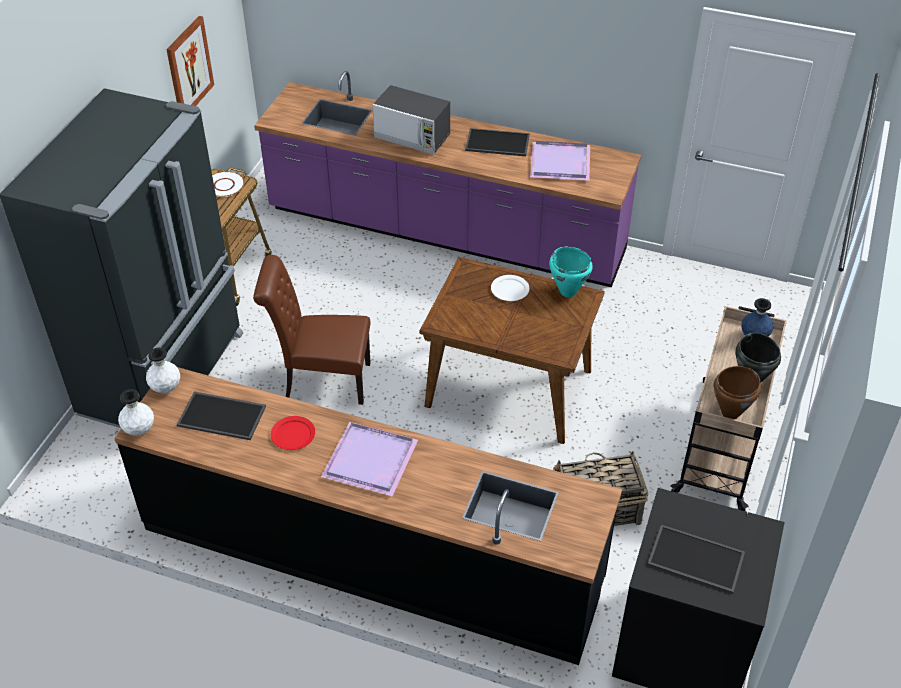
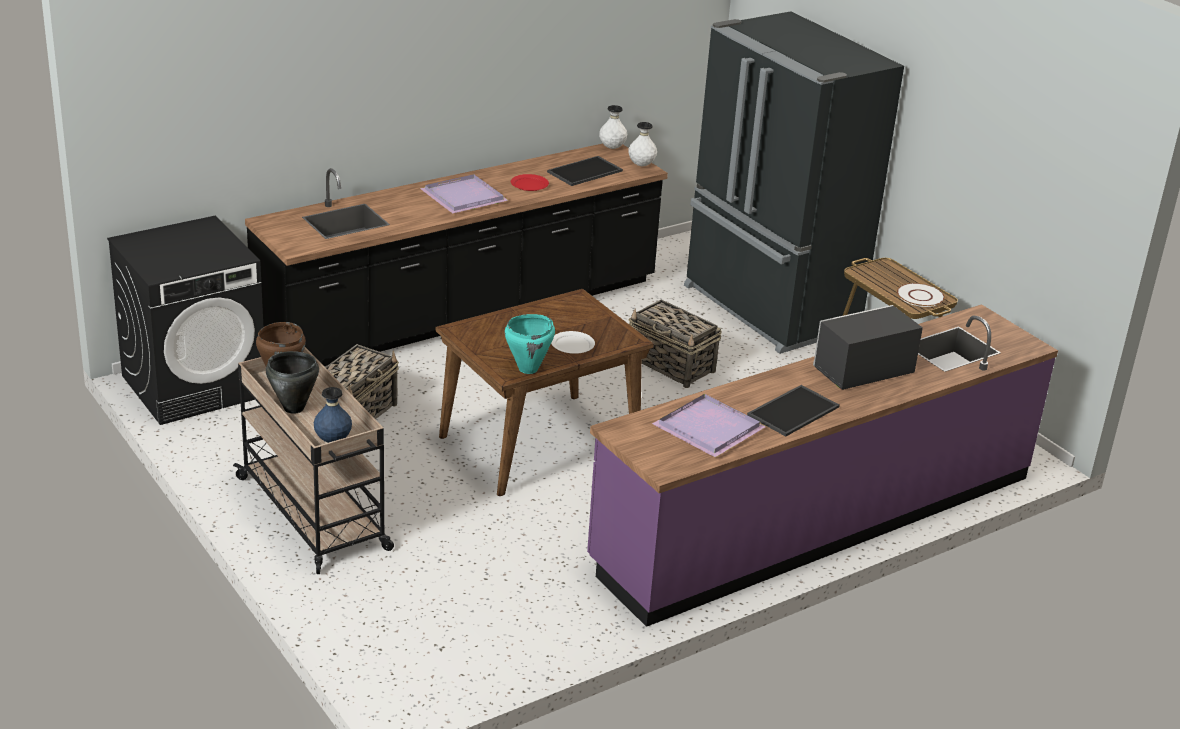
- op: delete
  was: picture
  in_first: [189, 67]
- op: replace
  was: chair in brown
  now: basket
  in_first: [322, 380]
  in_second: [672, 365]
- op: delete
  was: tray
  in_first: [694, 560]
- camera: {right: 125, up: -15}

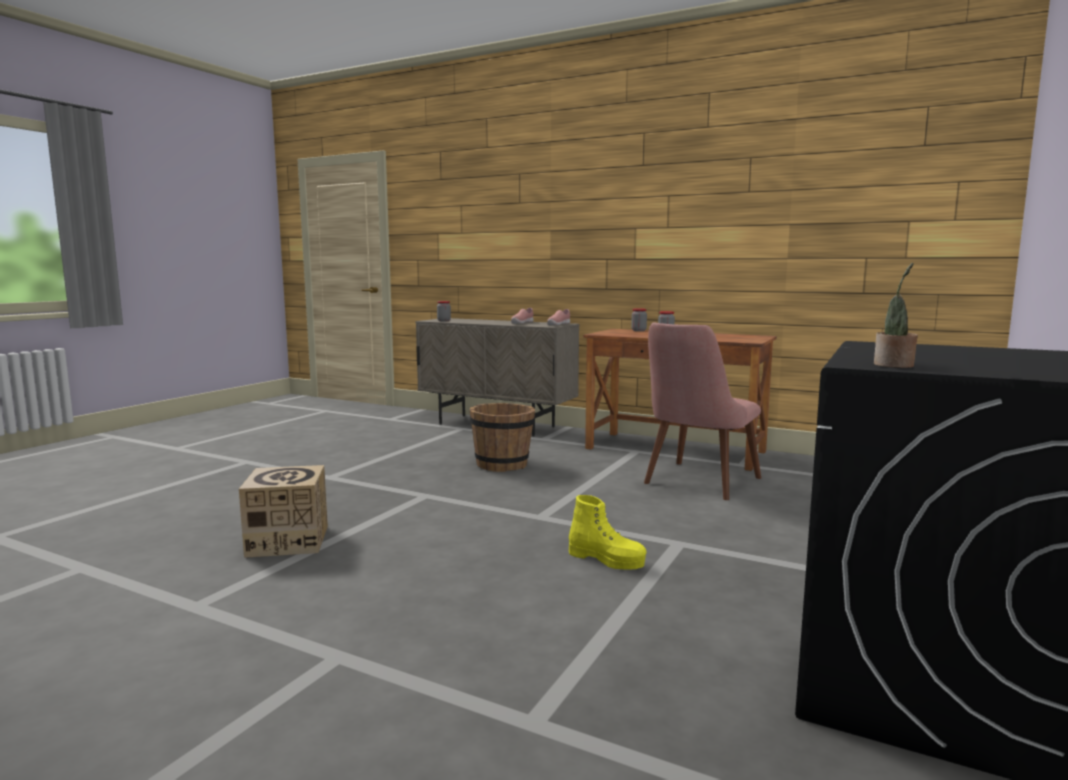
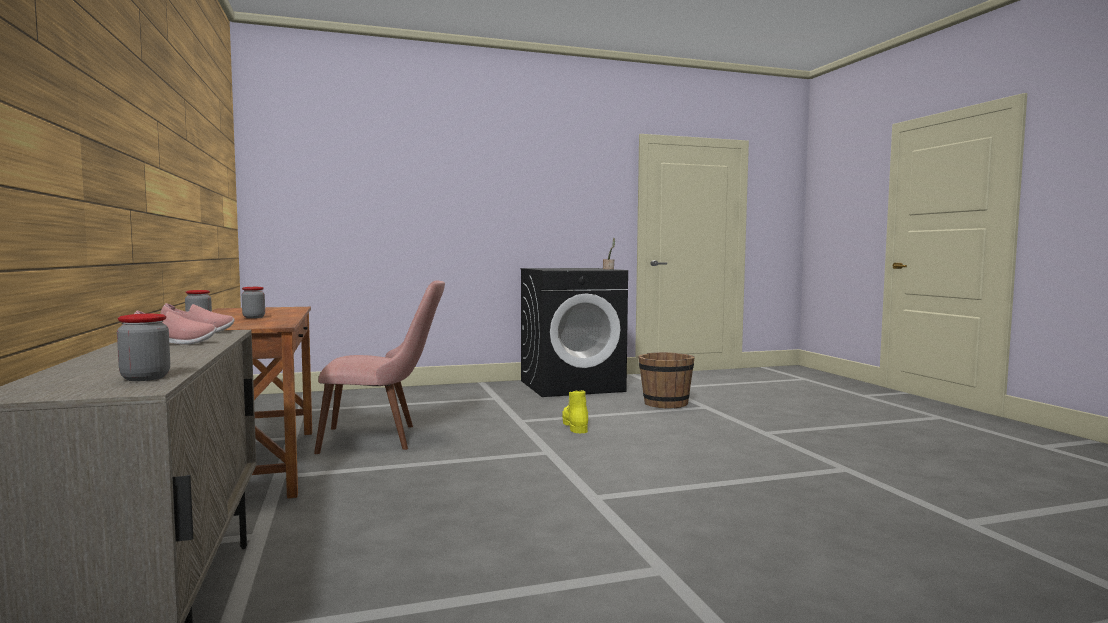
- op: delete
  was: cardboard box
  in_first: [288, 541]
- op: move
  was: bucket in brown
  in_first: [502, 464]
  in_second: [665, 404]
- camera: {right: -135, up: -5}

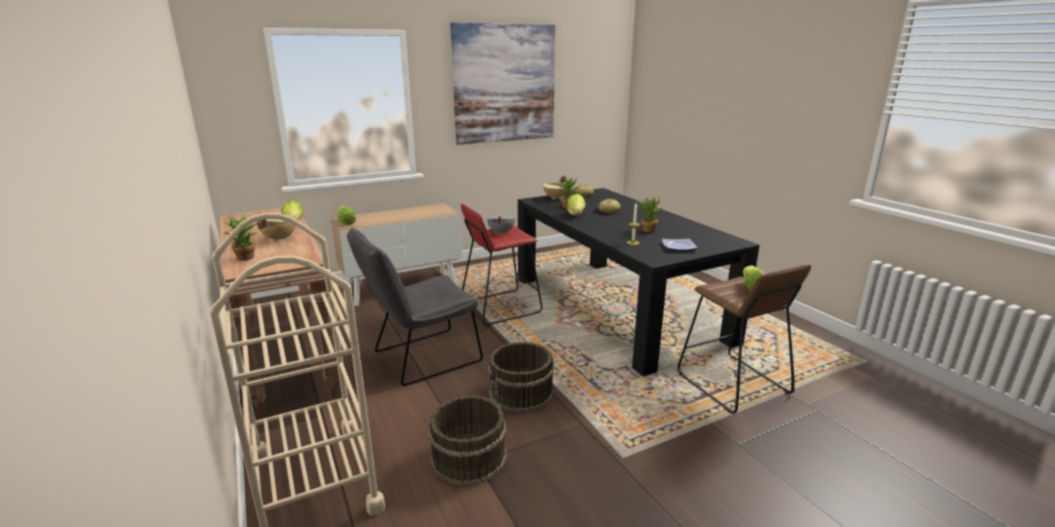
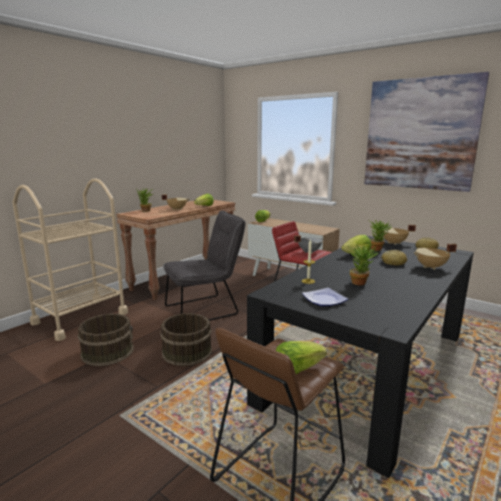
- op: rotate
  was: chair in grey
  in_first: [420, 358]
  in_second: [206, 309]
  clockwise: 120
- op: insert
  now: cooking pot in beige
  in_second: [431, 267]
- camera: {right: 65, up: -5}

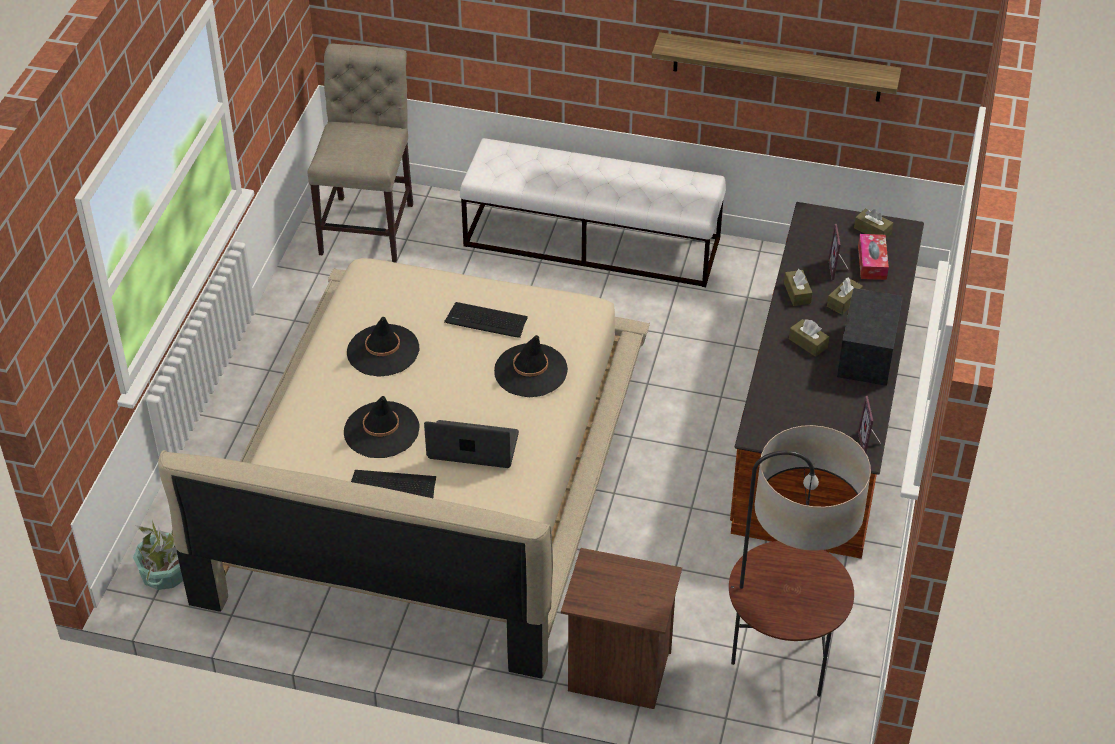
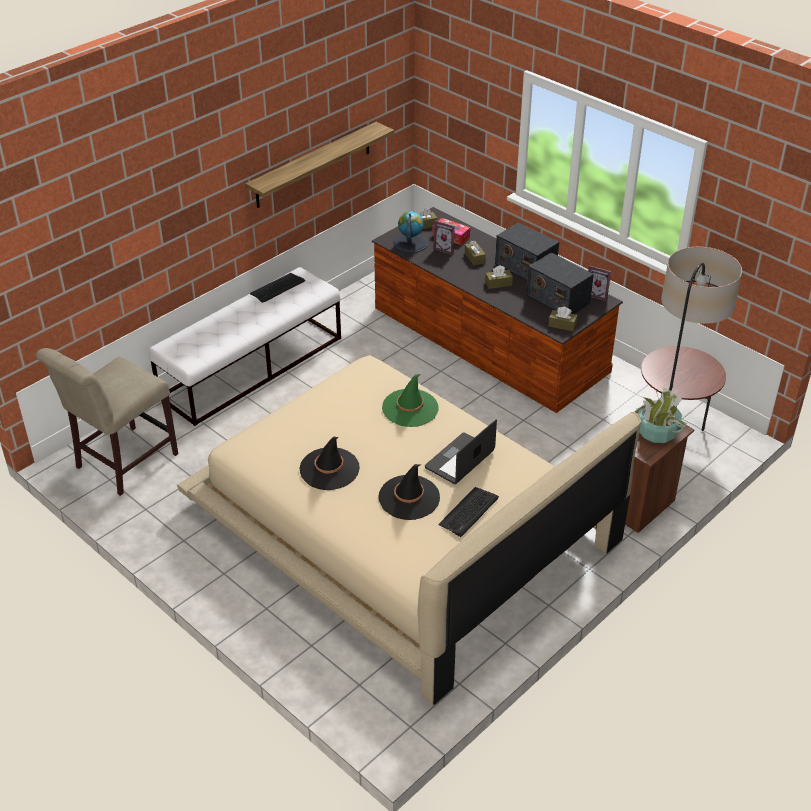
- op: move
  was: potted plant
  in_first: [165, 573]
  in_second: [657, 432]
- op: rotate
  was: chair in beige
  in_first: [369, 224]
  in_second: [122, 463]
  clockwise: -90
- op: move
  was: keyboard
  in_first: [486, 321]
  in_second: [277, 288]
- op: recolor
  was: hat in black
  now: hat in green
  in_first: [530, 371]
  in_second: [410, 408]
- op: move
  was: tissue box in brown
  in_first: [797, 293]
  in_second: [562, 325]
- op: insert
  now: globe
  in_second: [410, 243]
- op: insert
  now: radio
  in_second: [557, 299]
- camera: {right: -60, up: -5}

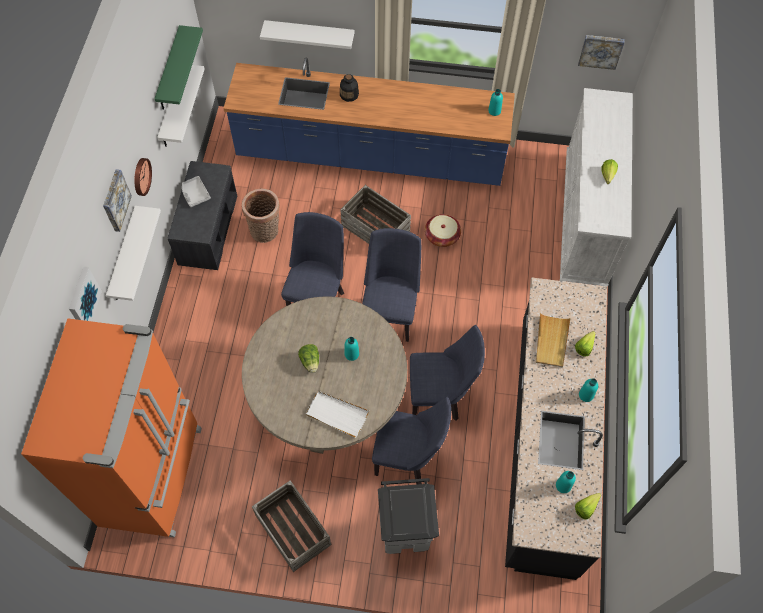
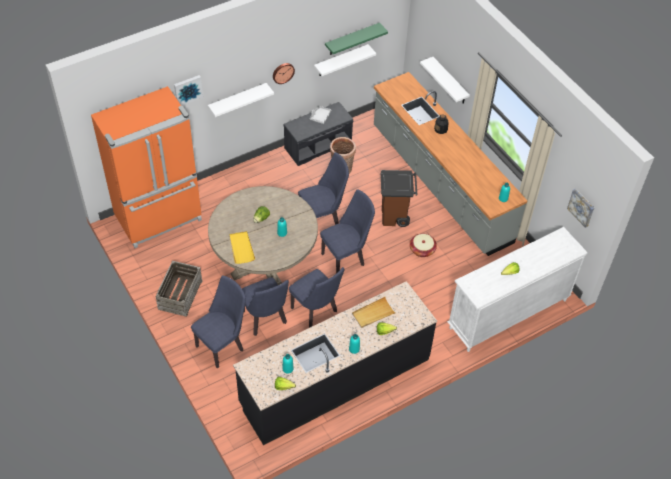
- op: delete
  was: picture
  in_first: [115, 200]
- op: recolor
  was: counter in blue
  now: counter in grey
  in_first: [370, 157]
  in_second: [440, 184]
- op: recolor
  was: tray in white
  now: tray in yellow
  in_first: [336, 414]
  in_second: [241, 248]
- op: replace
  was: crate
  now: trash can in brown
  in_first: [376, 228]
  in_second: [395, 216]
- op: replace
  was: trash can in grey
  now: chair in blue
  in_first: [406, 531]
  in_second: [222, 345]
- camera: {right: 50, up: -10}

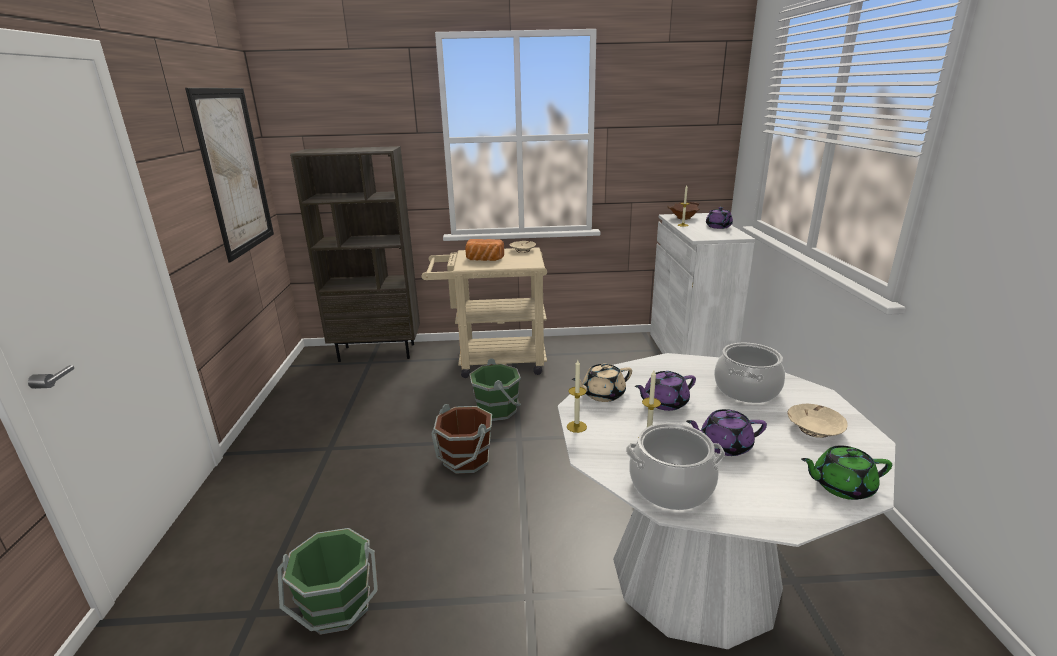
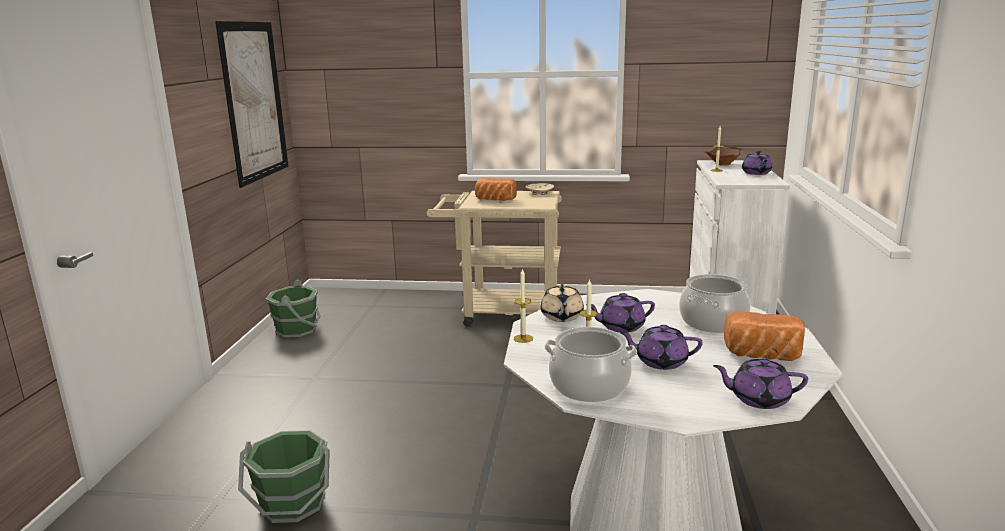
- op: delete
  was: bookcase in brown
  in_first: [378, 352]
- op: delete
  was: bucket in brown
  in_first: [465, 460]
- op: move
  was: bucket in green
  in_first: [497, 409]
  in_second: [297, 329]
- op: rotate
  was: teapot in beige
  in_first: [602, 394]
  in_second: [561, 316]
  clockwise: -75
- op: replace
  was: bowl in beige
  now: bread
  in_first: [813, 429]
  in_second: [762, 356]
- op: recolor
  was: teapot in green
  now: teapot in purple
  in_first: [841, 486]
  in_second: [758, 399]
- camera: {right: 10, up: -5}

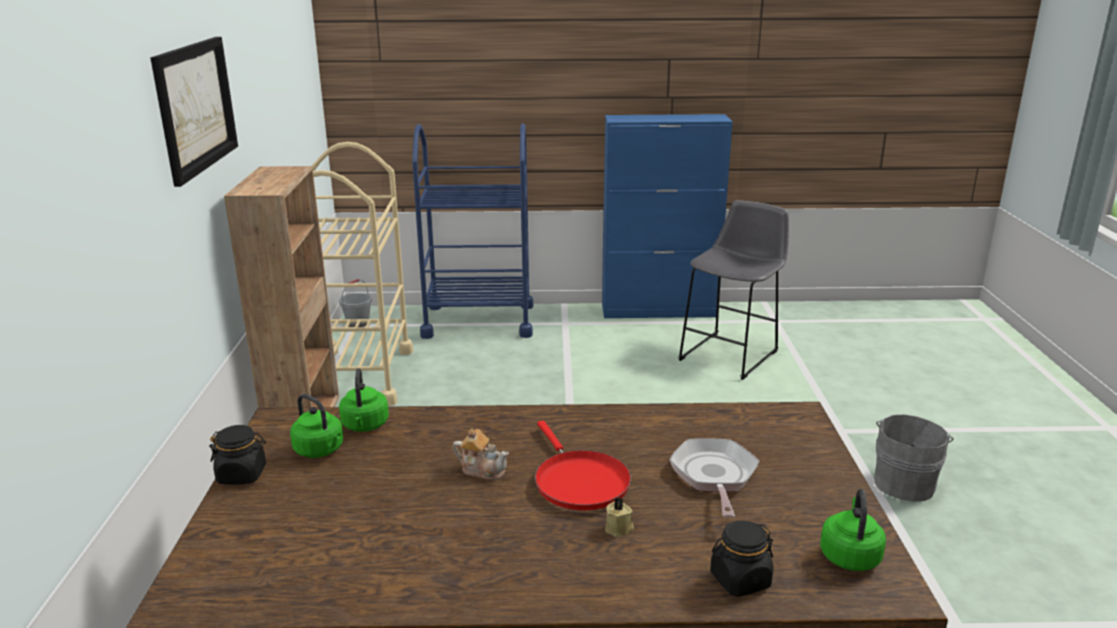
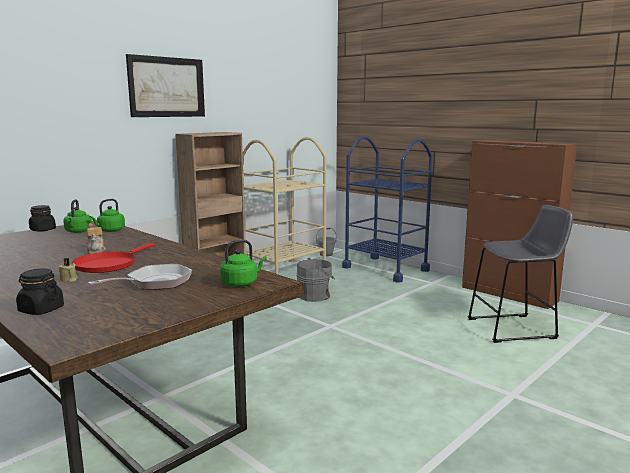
- op: recolor
  was: cabinet in blue
  now: cabinet in brown
  in_first: [659, 310]
  in_second: [509, 294]
- op: move
  was: kettle in green
  in_first: [850, 555]
  in_second: [241, 283]
- op: move
  was: bucket in grey
  in_first: [905, 482]
  in_second: [316, 296]
- camera: {right: 45, up: -10}

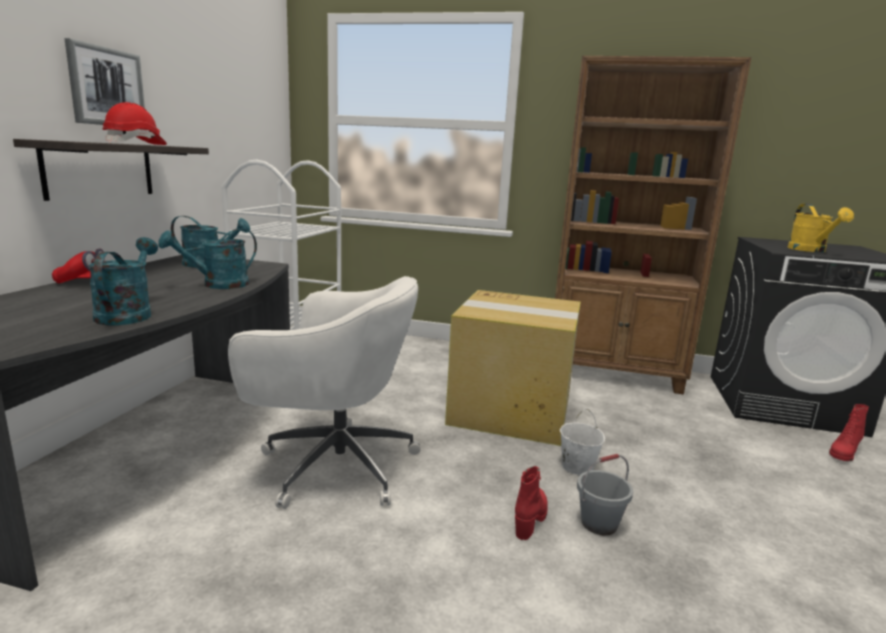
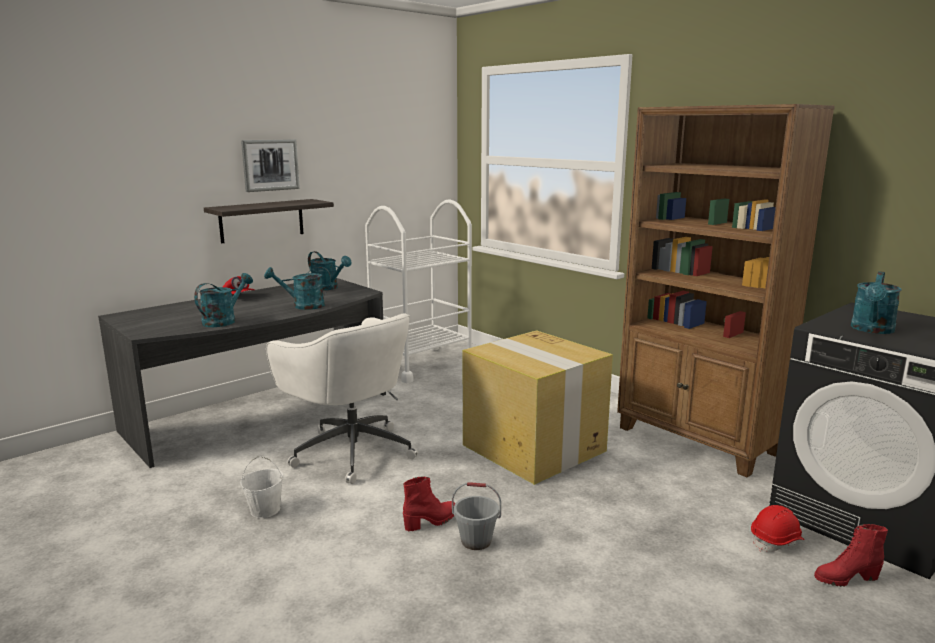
- op: move
  was: hard hat in red
  in_first: [136, 144]
  in_second: [776, 541]
- op: move
  was: bucket in white
  in_first: [577, 467]
  in_second: [265, 510]
- op: recolor
  was: watering can in yellow
  now: watering can in turquoise
  in_first: [811, 250]
  in_second: [872, 330]
- camera: {right: 35, up: 0}

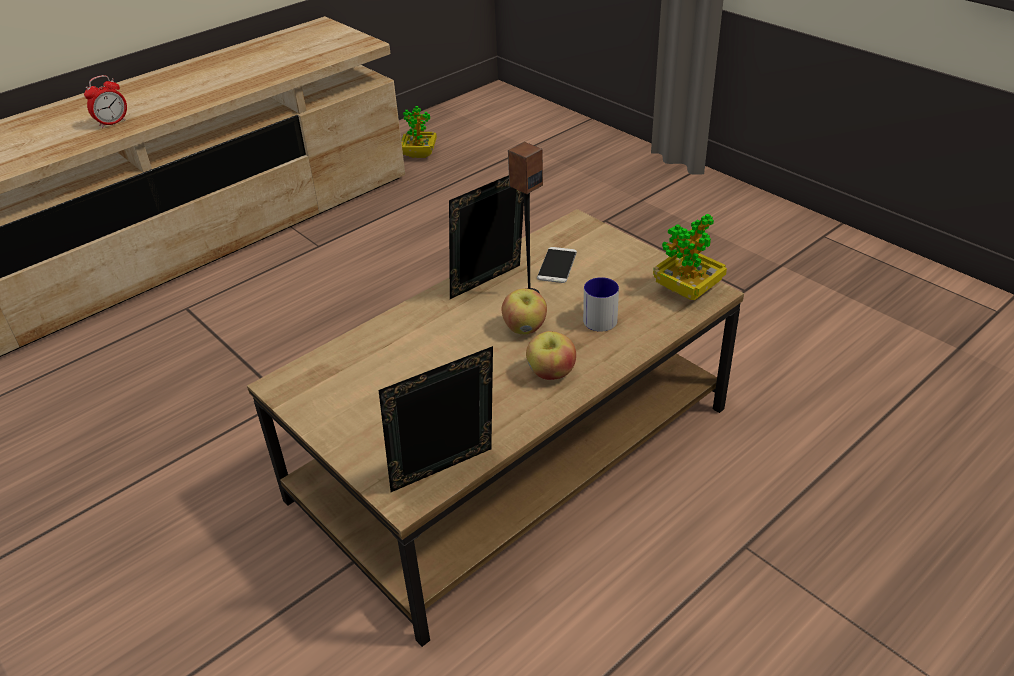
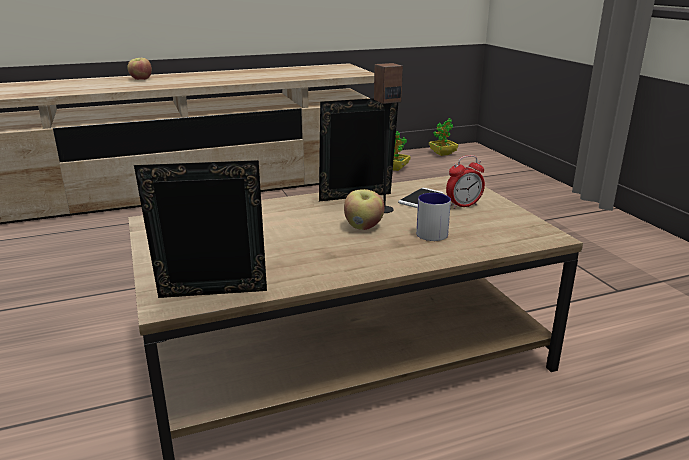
- op: move
  was: alarm clock
  in_first: [112, 123]
  in_second: [463, 205]
- op: move
  was: apple
  in_first: [551, 373]
  in_second: [141, 79]
- op: move
  was: potted plant
  in_first: [687, 290]
  in_second: [442, 154]
- camera: {right: 20, up: -15}

